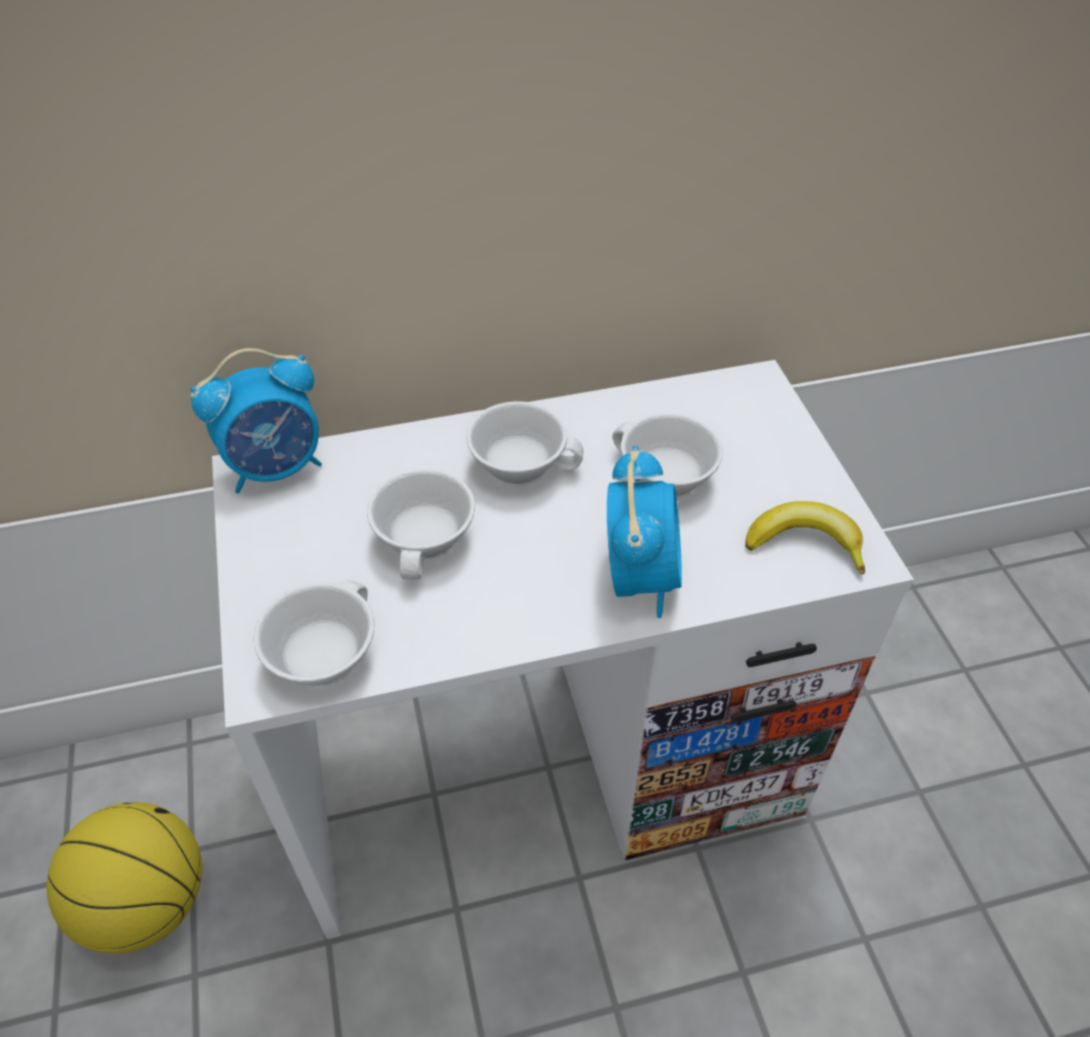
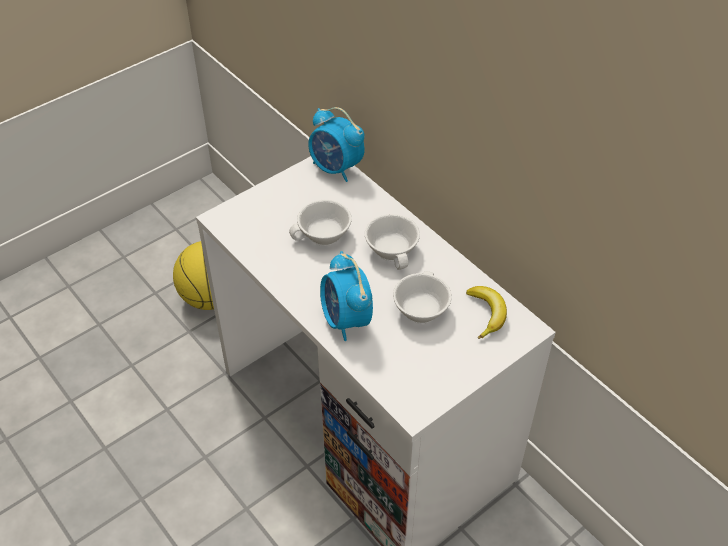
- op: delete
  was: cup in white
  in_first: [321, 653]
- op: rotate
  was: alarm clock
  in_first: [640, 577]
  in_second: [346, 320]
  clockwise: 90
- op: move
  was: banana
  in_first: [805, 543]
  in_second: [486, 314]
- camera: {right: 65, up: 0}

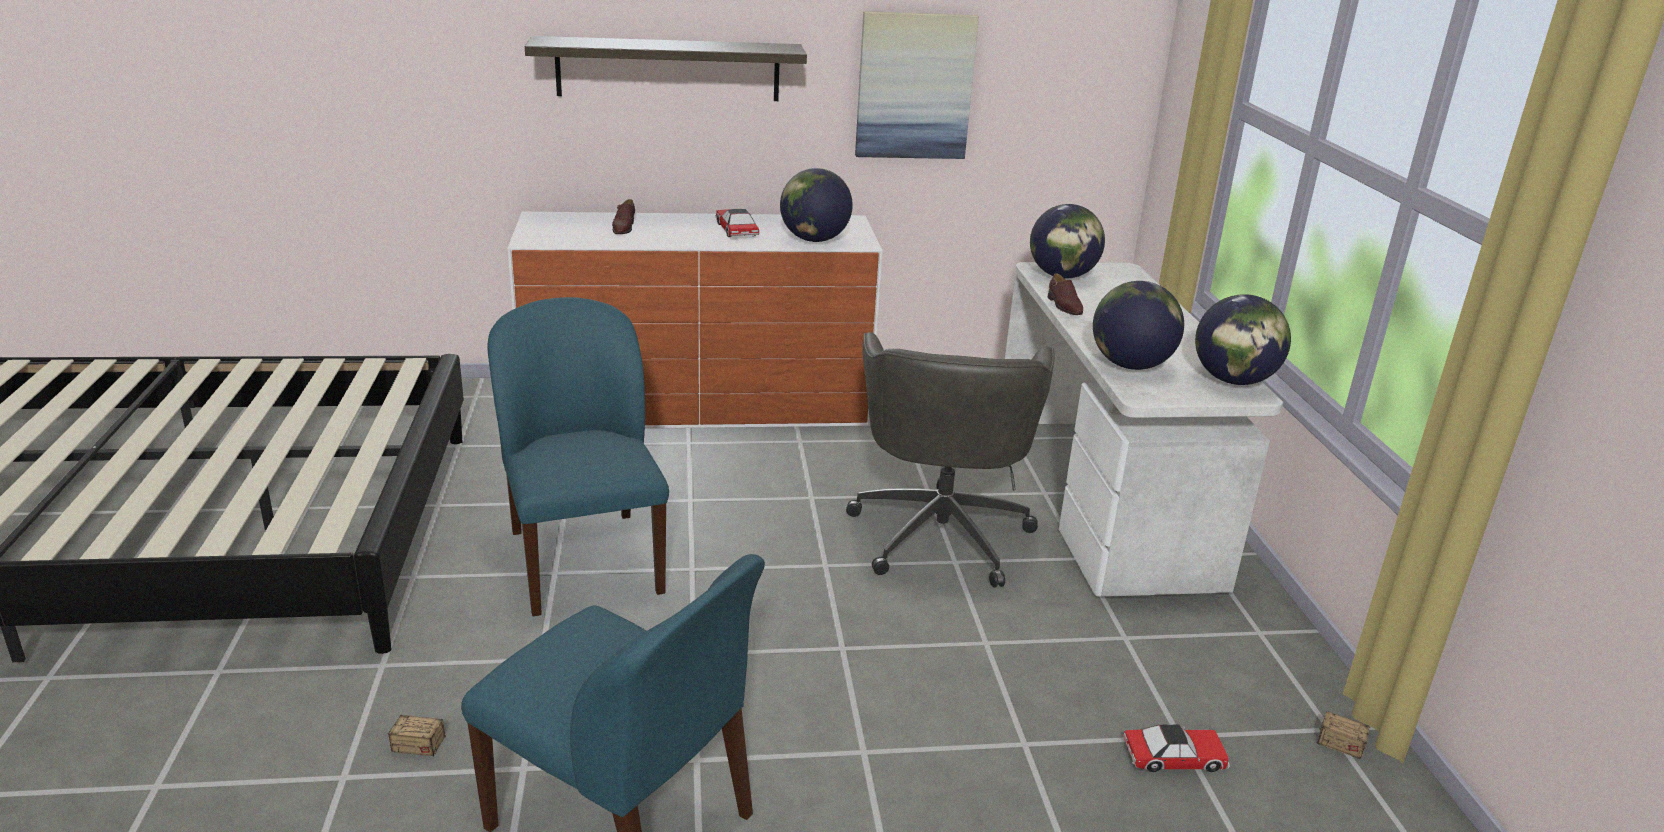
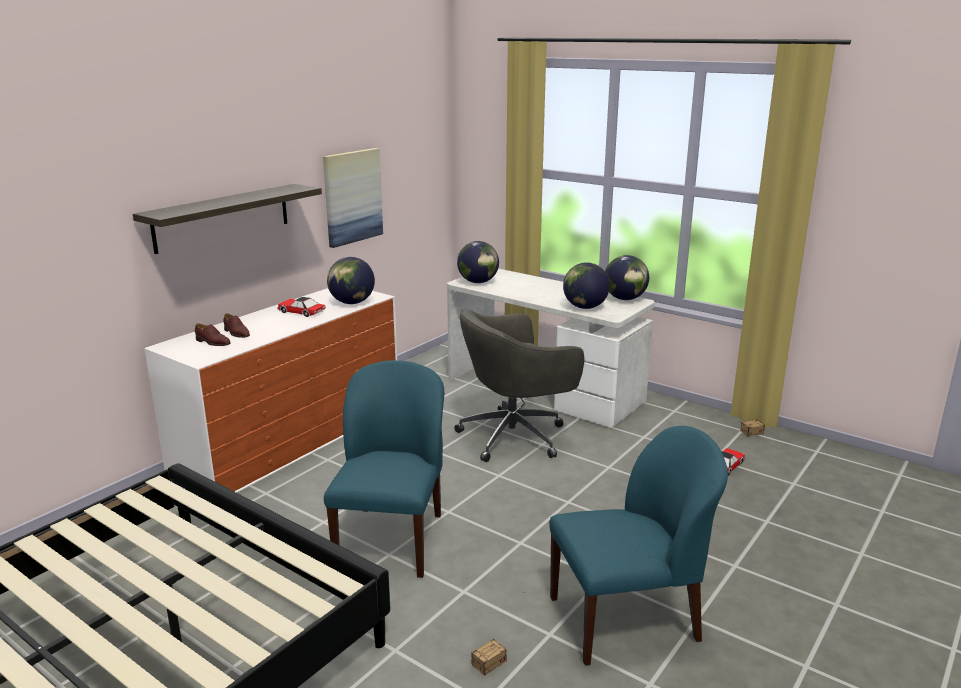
- op: rotate
  was: chair in blue
  in_first: [584, 560]
  in_second: [391, 540]
  clockwise: 75
- op: rotate
  was: office chair in grey
  in_first: [941, 532]
  in_second: [515, 436]
  clockwise: 105
- op: move
  was: shoe in brown
  in_first: [1064, 306]
  in_second: [213, 342]
- camera: {right: -45, up: -5}

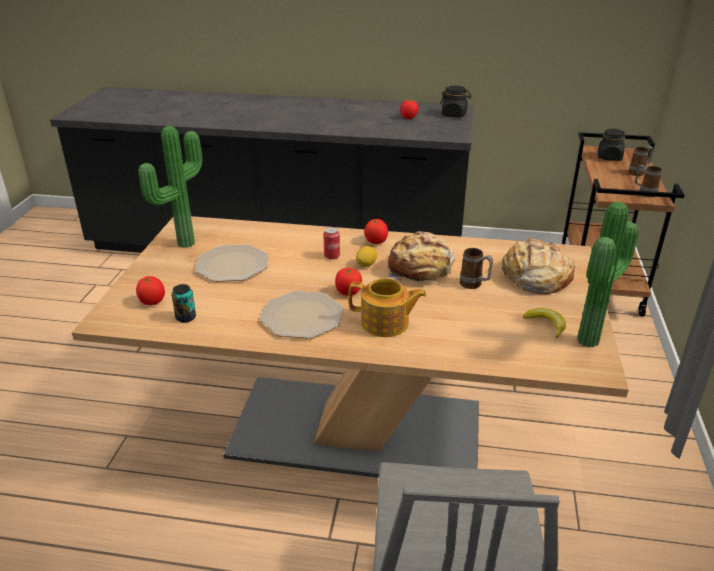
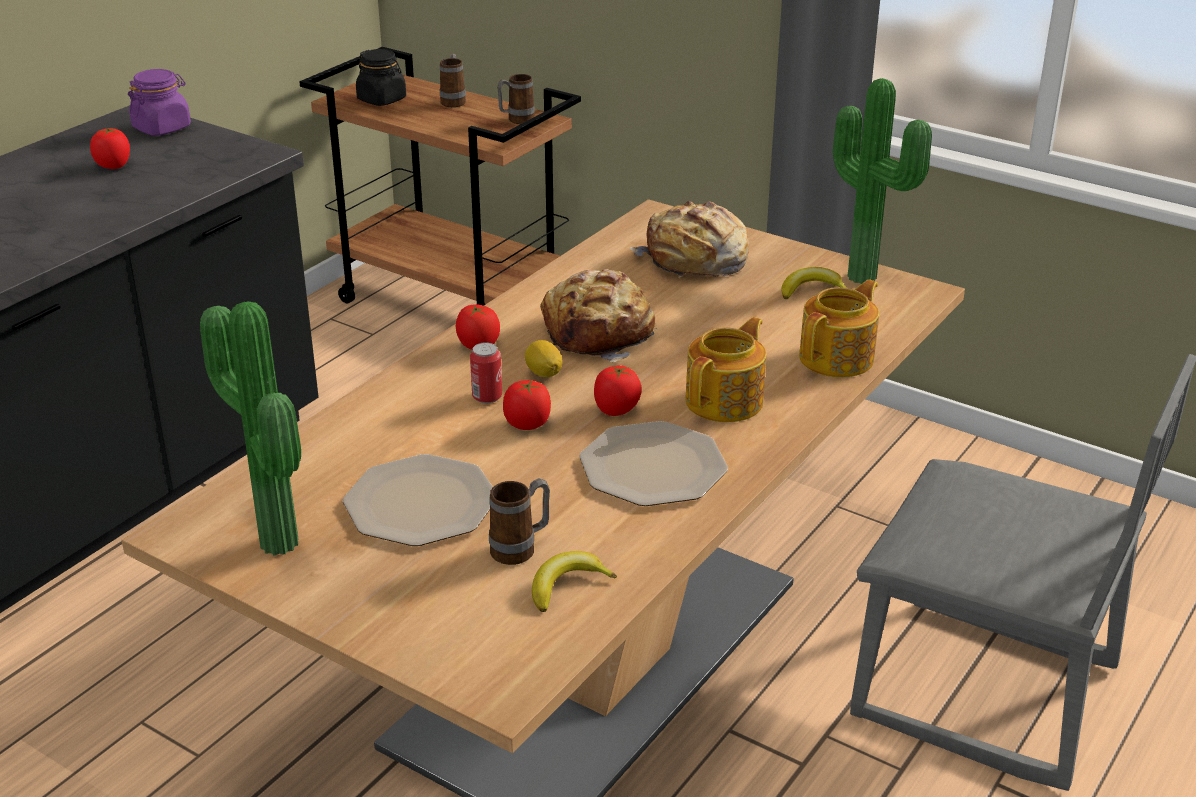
- op: move
  was: tomato
  in_first: [152, 302]
  in_second: [527, 424]
- op: replace
  was: can
  now: banana
  in_first: [186, 317]
  in_second: [567, 586]
- op: recolor
  was: jar in black
  now: jar in purple
  in_first: [454, 115]
  in_second: [162, 128]
- op: move
  was: mug
  in_first: [474, 285]
  in_second: [521, 549]
- op: insert
  now: teapot
  in_second: [838, 358]
- camera: {right: -65, up: 0}

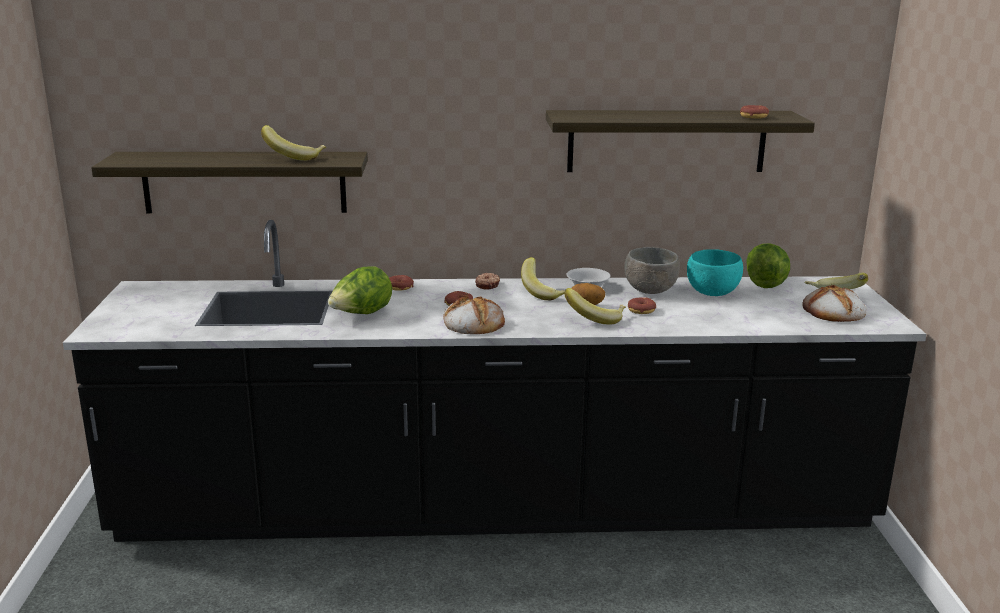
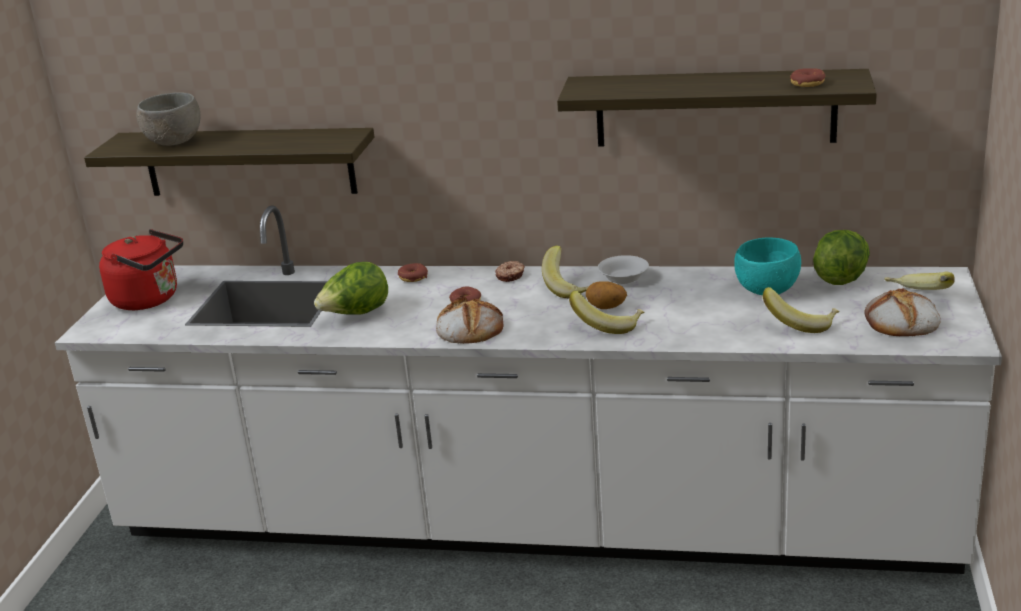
- op: recolor
  was: counter in black
  now: counter in white
  in_first: [497, 508]
  in_second: [529, 523]
- op: move
  was: banana
  in_first: [295, 157]
  in_second: [801, 324]
- op: move
  was: bowl in grey
  in_first: [649, 291]
  in_second: [173, 142]
- op: delete
  was: donut
  in_first: [641, 310]
- op: insert
  now: kettle in red
  in_second: [150, 300]
- camera: {right: 15, up: 5}

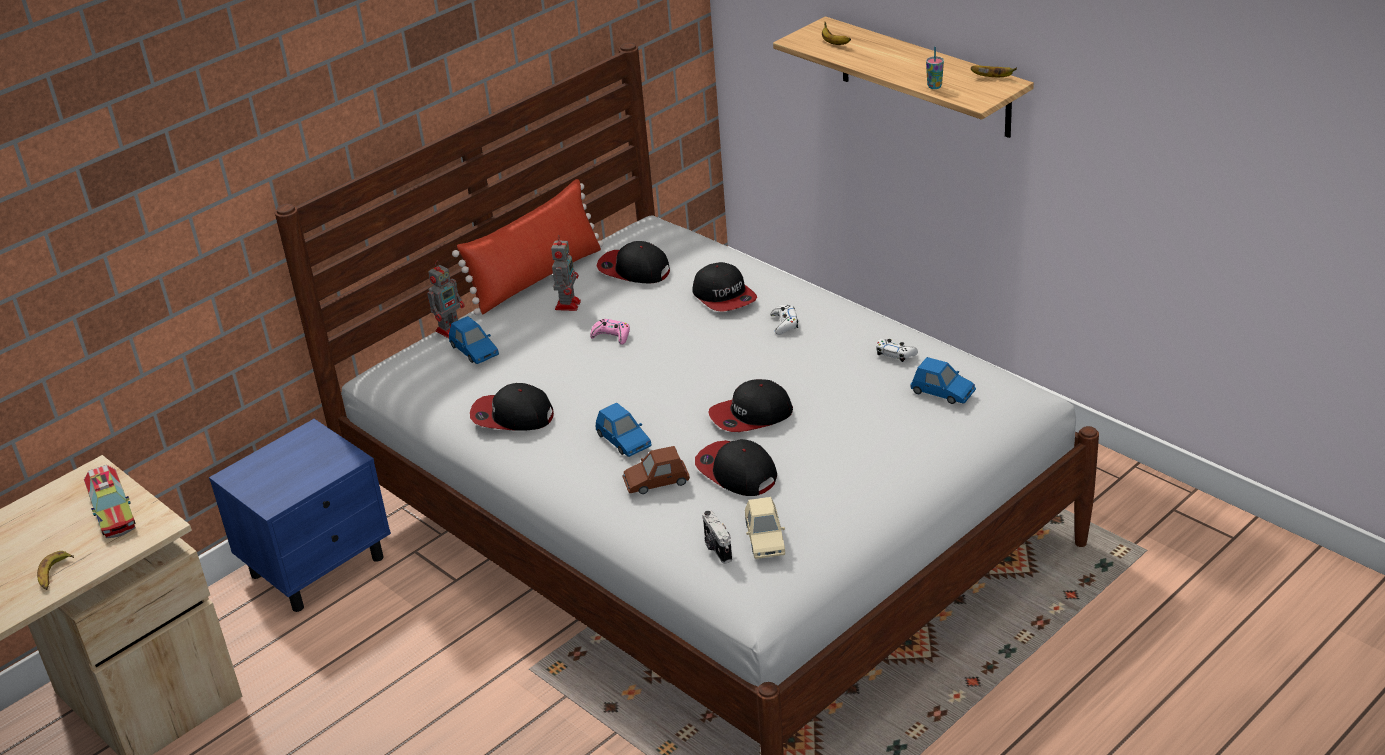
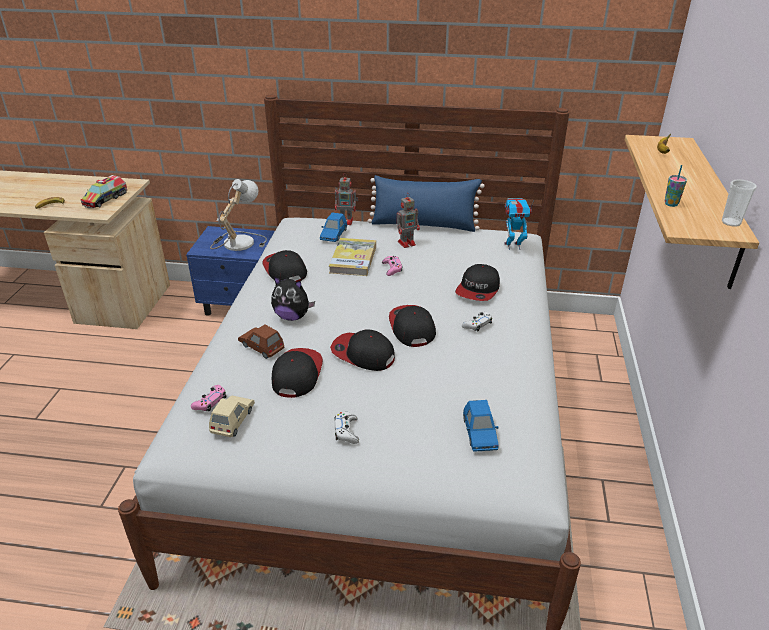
- op: recolor
  was: pillow in red
  now: pillow in blue
  in_first: [537, 278]
  in_second: [424, 225]
- op: move
  was: cap
  in_first: [633, 270]
  in_second: [411, 327]
- op: replace
  was: toy car in blue
  now: plush toy
  in_first: [623, 441]
  in_second: [292, 316]
- op: replace
  was: photo camera
  now: game controller in pink
  in_first: [716, 548]
  in_second: [210, 402]
- op: rotate
  was: toy car in beige
  in_first: [765, 539]
  in_second: [233, 420]
  clockwise: 150
- op: move
  was: game controller in white
  in_first: [895, 354]
  in_second: [346, 431]
- op: replace
  was: banana
  now: cup
  in_first: [993, 77]
  in_second: [731, 222]
- op: insert
  now: table lamp
  in_second: [237, 242]
- op: insert
  now: book
  in_second: [353, 259]
- op: insert
  now: toy robot
  in_second: [513, 246]
- camera: {right: 50, up: 0}

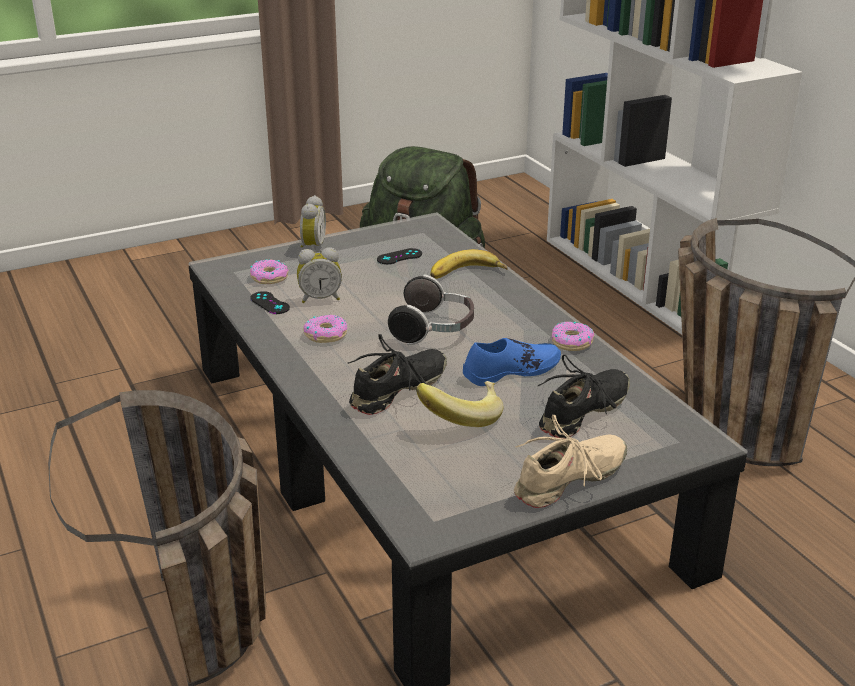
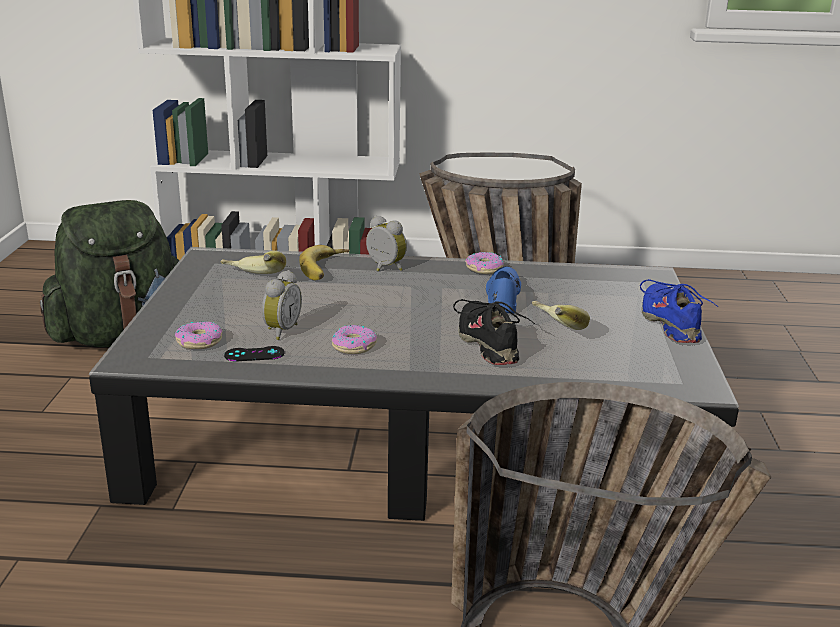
- op: move
  was: alarm clock
  in_first: [311, 248]
  in_second: [384, 268]
- op: replace
  was: game controller in black
  now: banana
  in_first: [399, 257]
  in_second: [252, 281]
- op: delete
  was: headphones
  in_first: [434, 329]
- op: recolor
  was: shoe in beige
  now: shoe in blue
  in_first: [570, 481]
  in_second: [671, 323]
- op: delete
  was: shoe in black
  in_first: [584, 413]
- camera: {right: -60, up: -5}

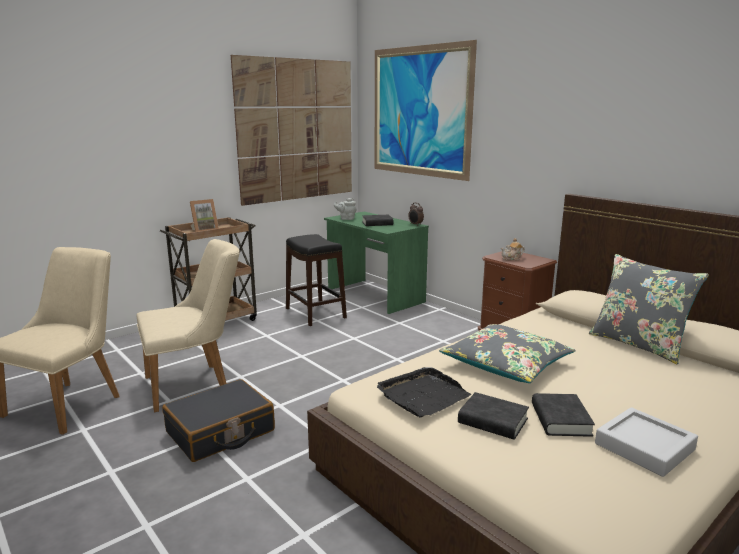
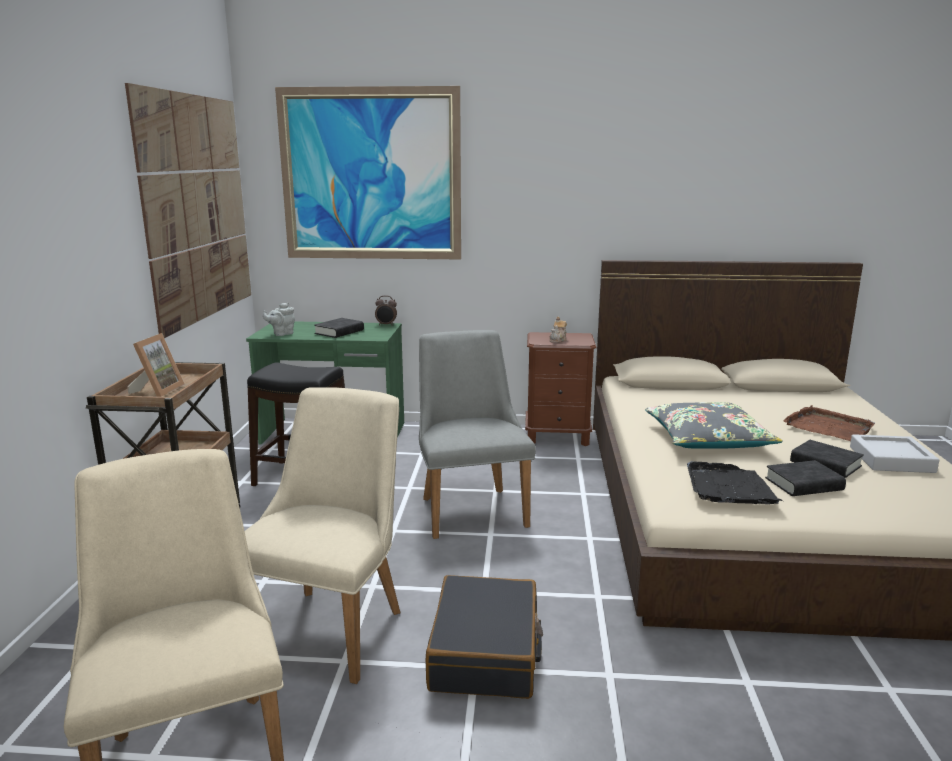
- op: delete
  was: pillow in grey
  in_first: [638, 344]
- op: insert
  now: chair in grey
  in_second: [470, 507]
- op: insert
  now: tray in brown
  in_second: [828, 427]
- camera: {right: -45, up: 0}

